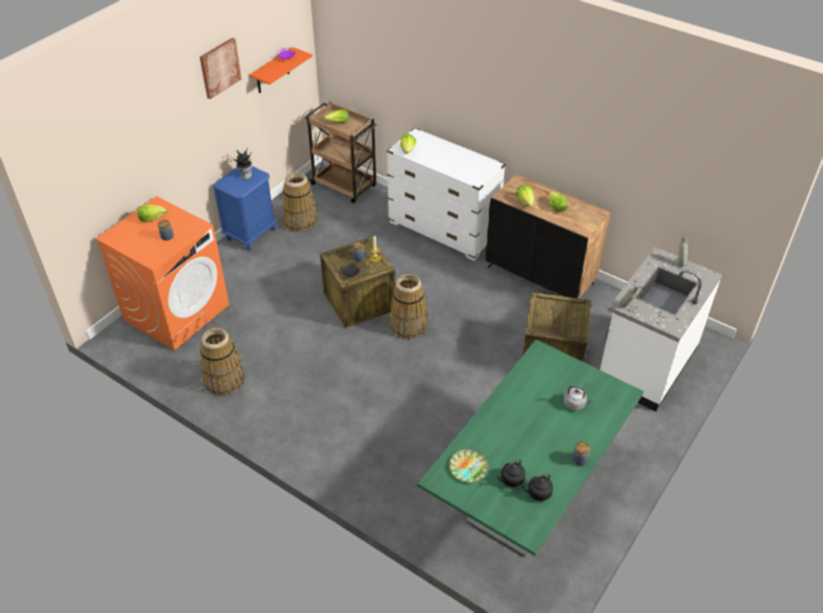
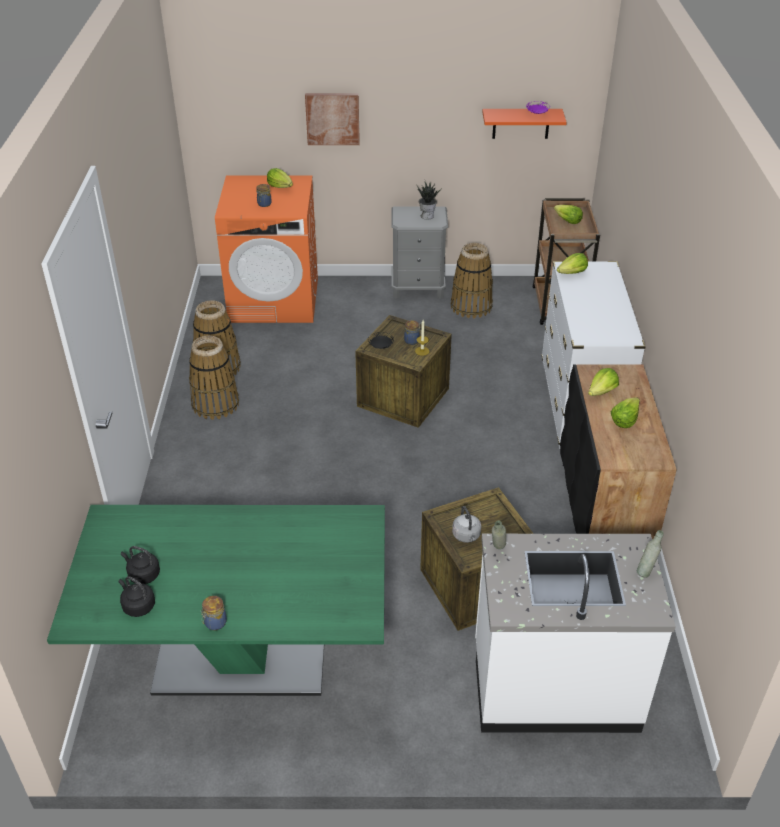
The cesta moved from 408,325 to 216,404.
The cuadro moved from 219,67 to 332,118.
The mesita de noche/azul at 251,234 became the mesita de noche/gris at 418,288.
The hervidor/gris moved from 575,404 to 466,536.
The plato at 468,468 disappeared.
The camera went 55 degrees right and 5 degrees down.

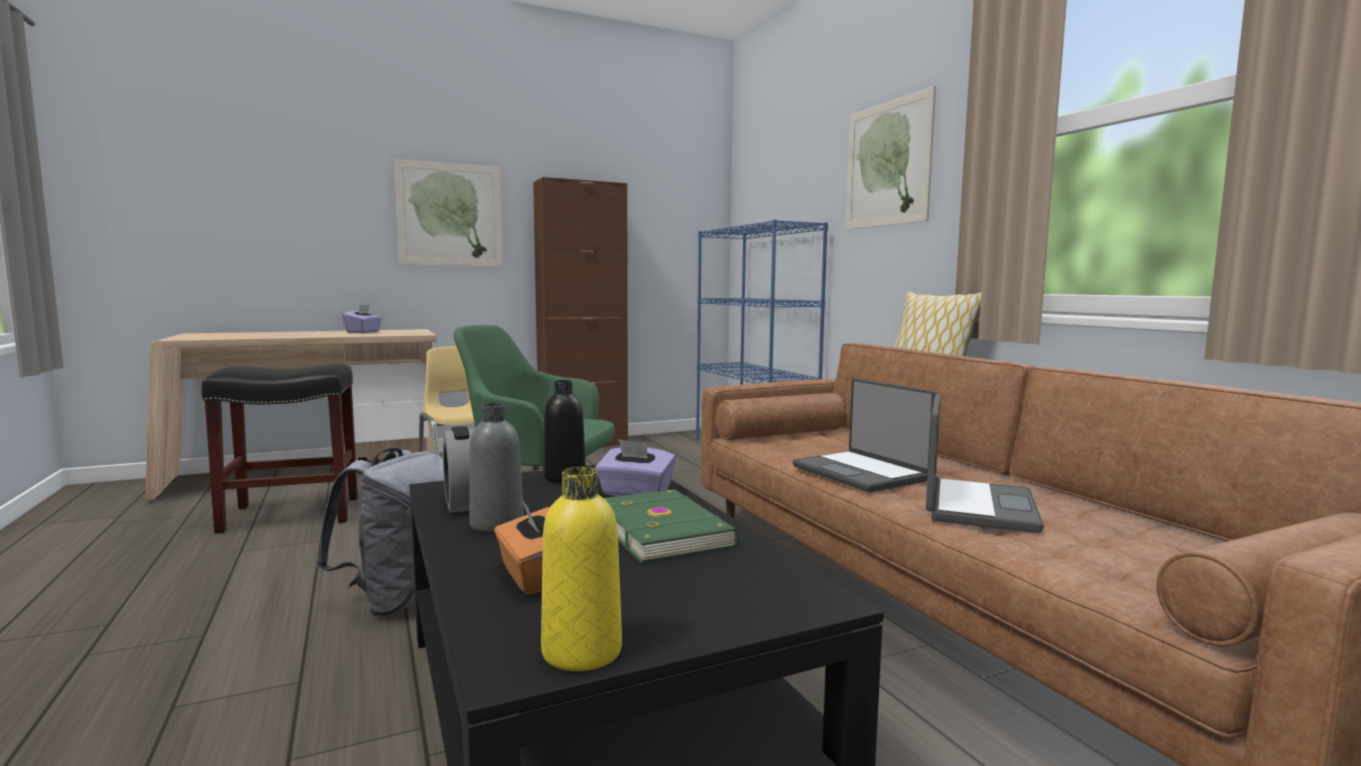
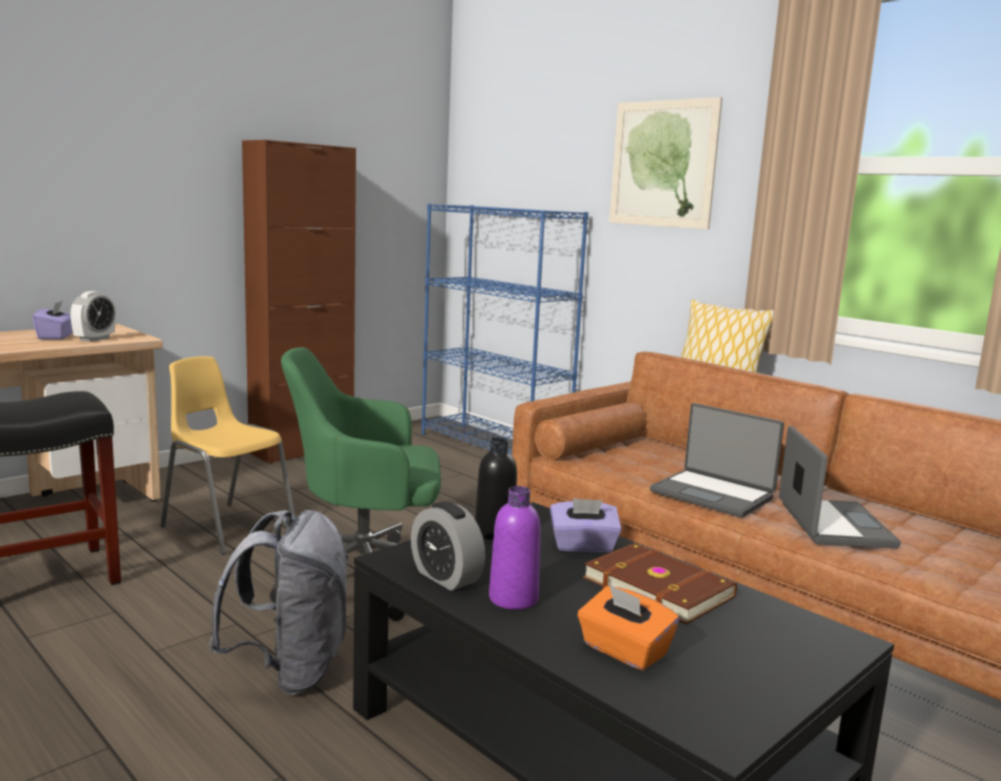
The despertador at 94,339 appeared.
The botella/gris at 497,524 became the botella/morado at 513,599.
The libro/verde at 663,530 became the libro/marrón at 658,586.
The cuadro at 450,215 disappeared.
The botella/amarillo at 582,651 disappeared.
The camera went 20 degrees left and 5 degrees up.

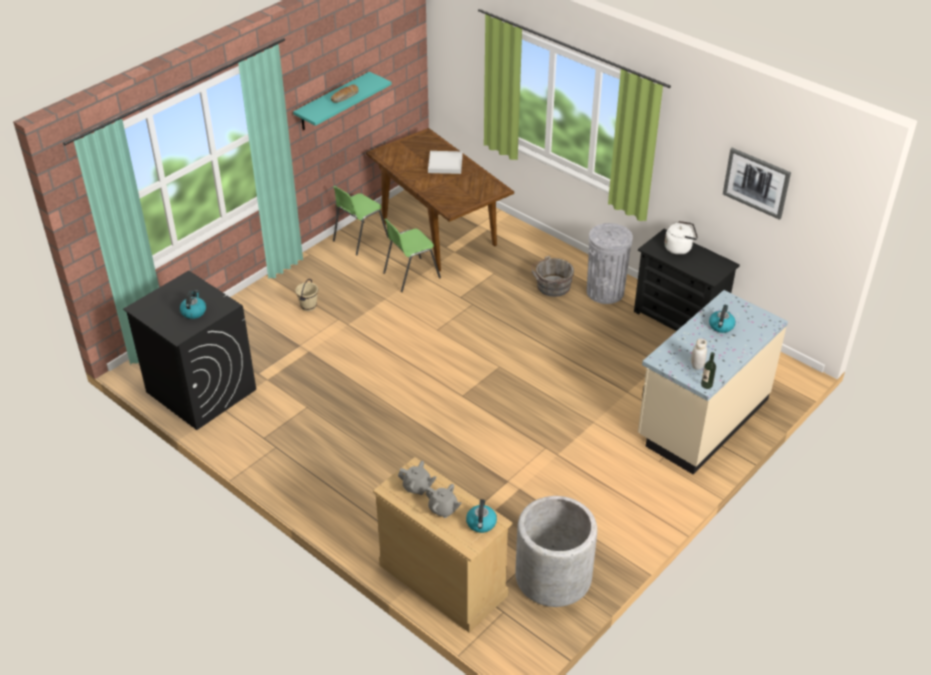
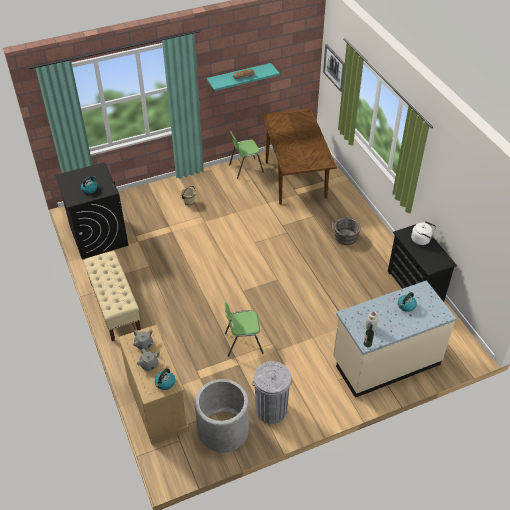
The banco/beis at 115,307 appeared.
The silla/verde moved from 410,275 to 243,343.
The papelera/gris moved from 605,292 to 271,409.
The cuadro moved from 756,183 to 334,67.
The bandeja/blanco at 445,164 disappeared.
The camera went 25 degrees right and 5 degrees up.

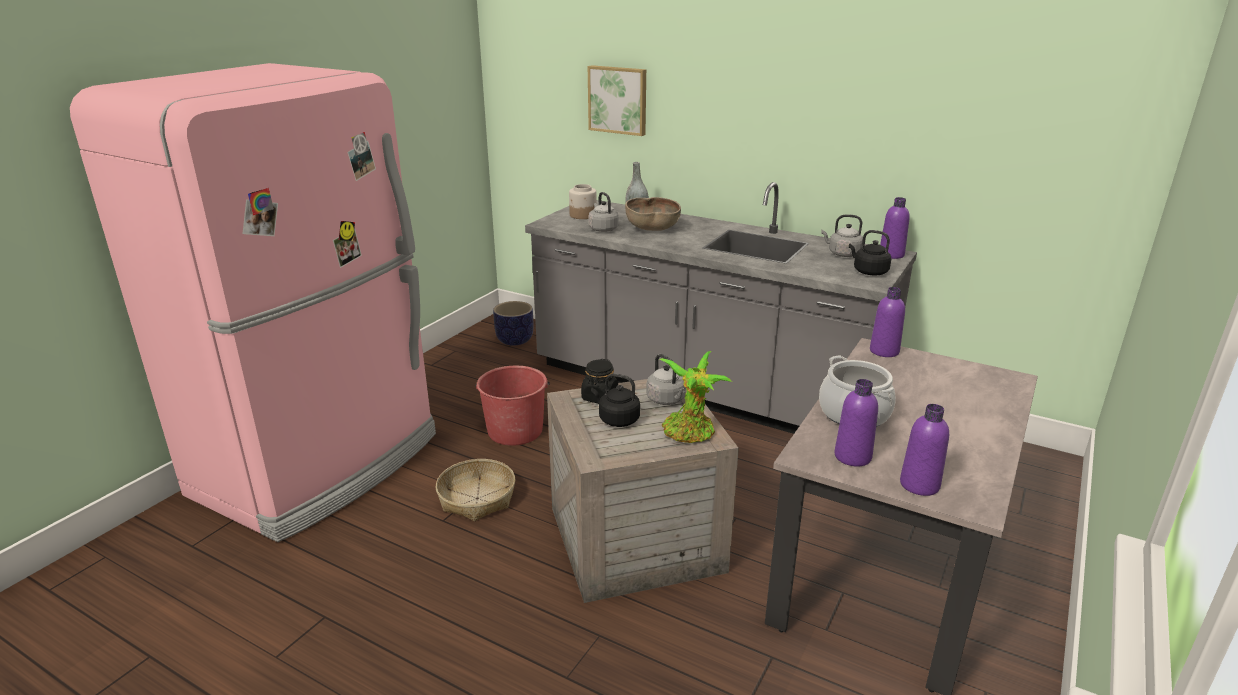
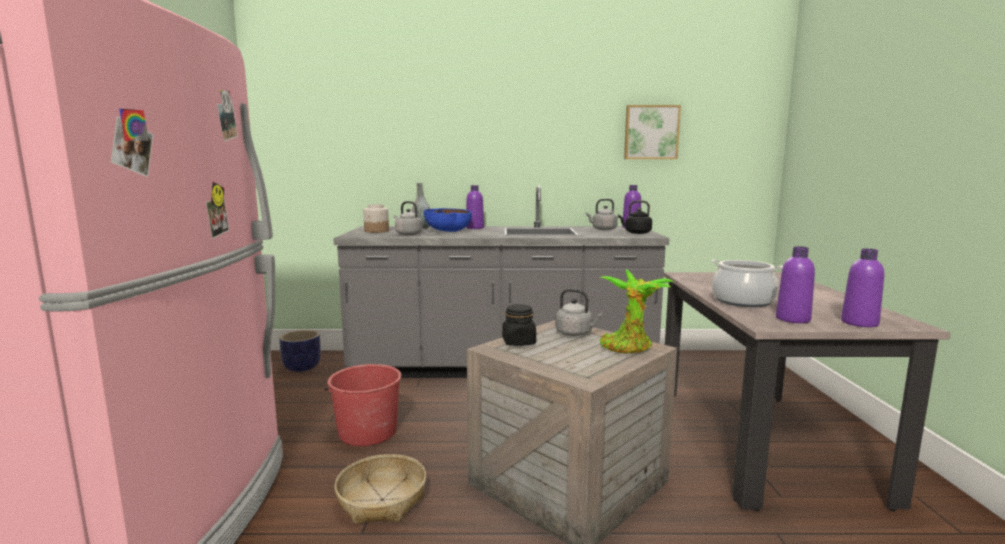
The cuenco/marrón at 652,229 became the cuenco/azul at 448,231.
The botella/morado moved from 884,351 to 475,228.
The cuadro moved from 618,100 to 651,132.
The hervidor/negro at 616,419 disappeared.
The camera went 30 degrees left and 15 degrees down.

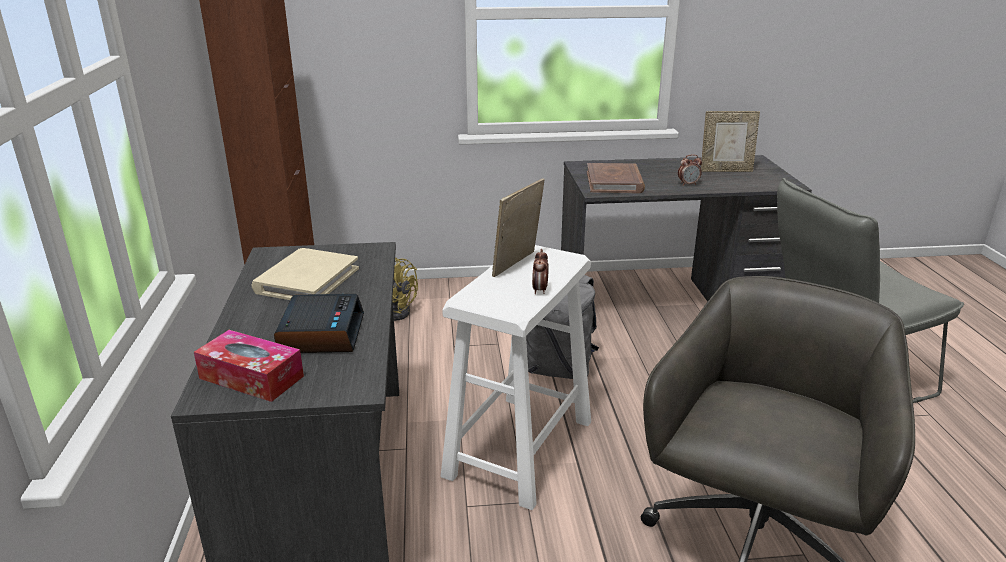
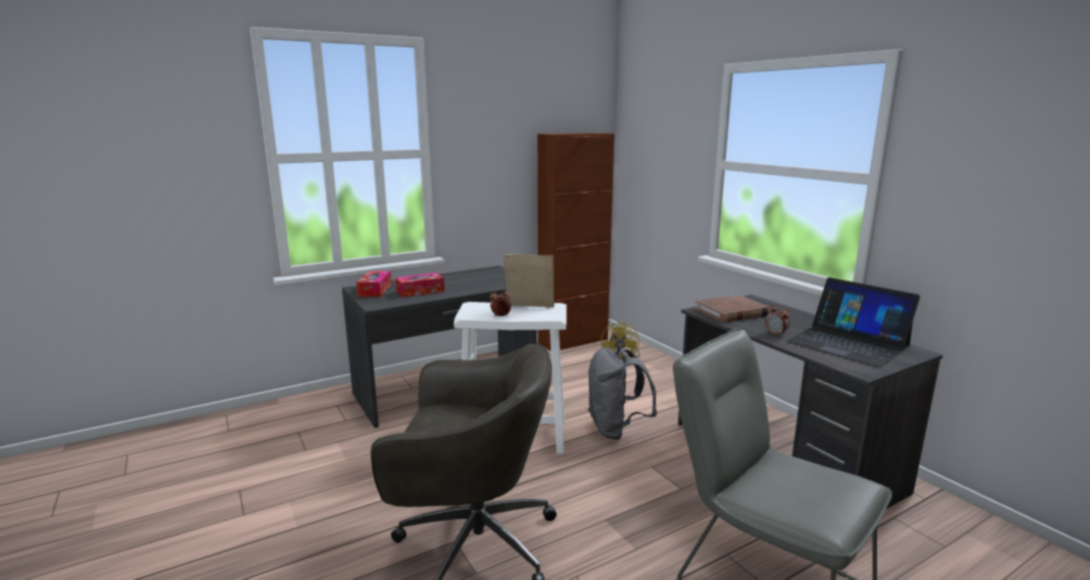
The despertador at 321,333 was replaced by the caja de pañuelos at 420,291.
The portarretratos at 725,170 was replaced by the portátil at 848,343.
The libro/beis at 307,280 disappeared.
The camera went 65 degrees right and 10 degrees down.

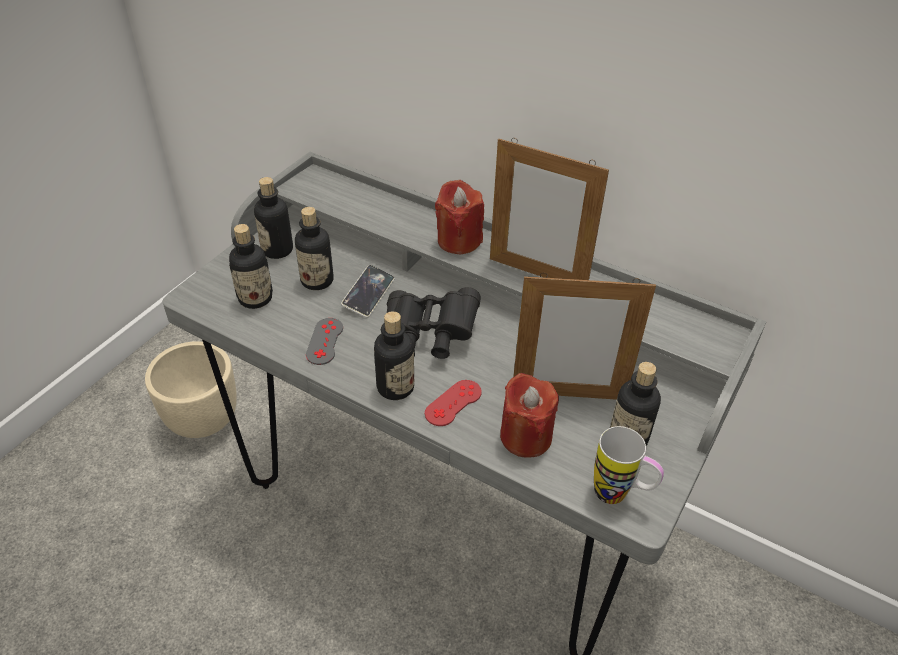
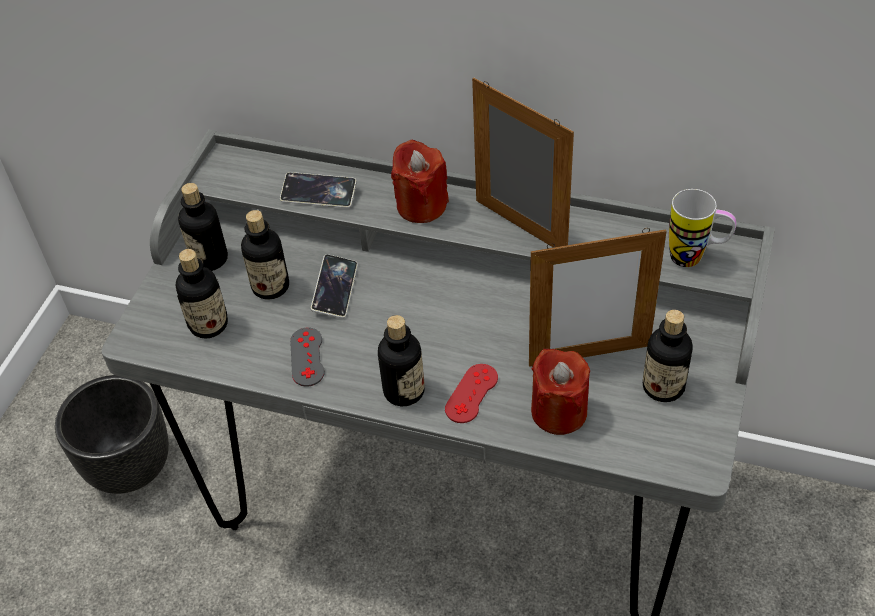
The maceta/beis at 204,419 became the maceta/negro at 131,466.
The móvil at 318,194 appeared.
The portarretratos at 537,274 turned 150 degrees counterclockwise.
The taza grande moved from 620,496 to 696,258.
The prismáticos/negro at 428,336 disappeared.
The camera went 10 degrees left and 5 degrees up.

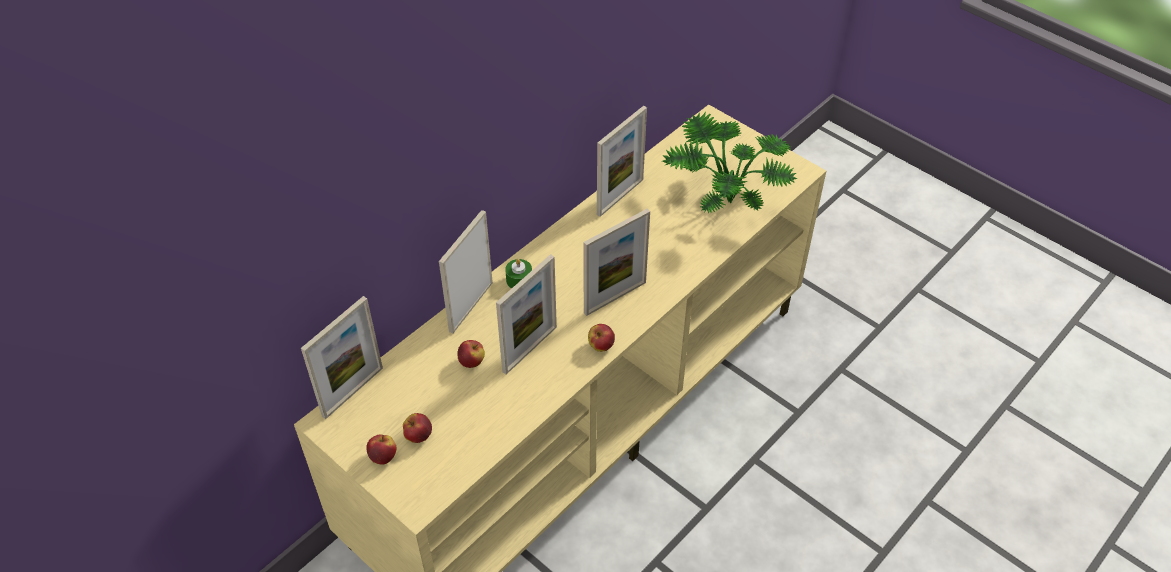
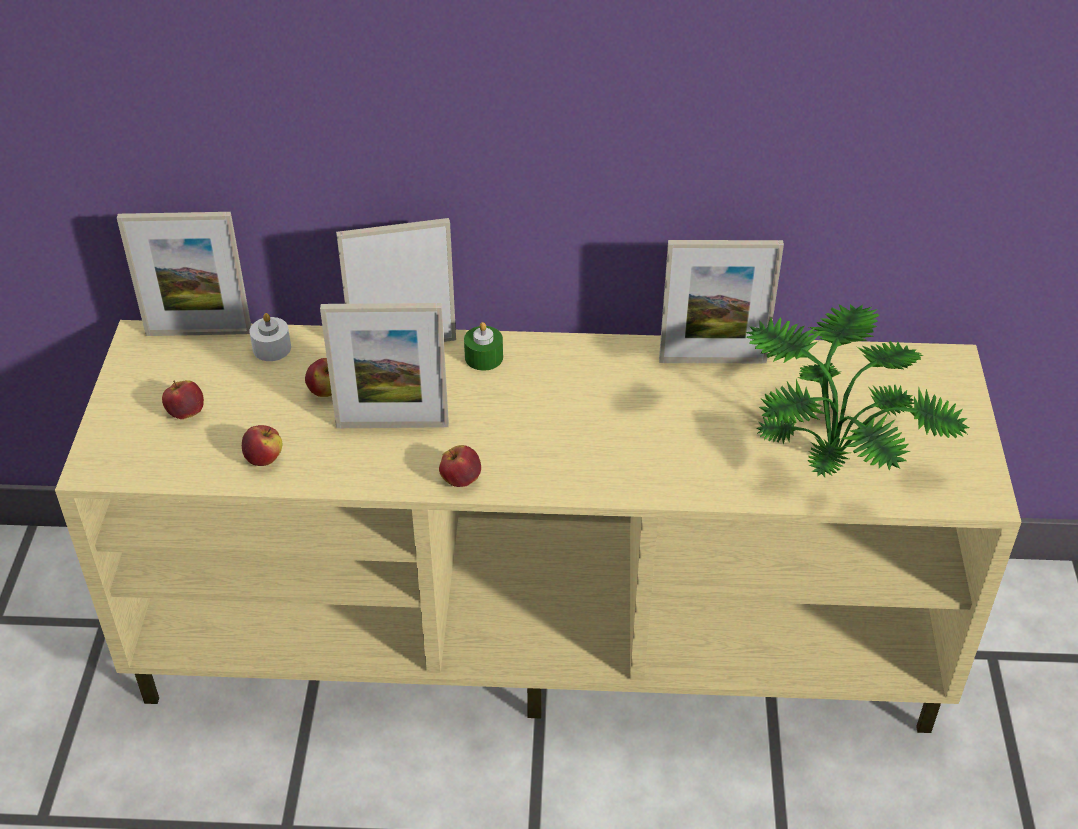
The manzana moved from 383,456 to 264,459.
The vela/blanco at 272,348 appeared.
The portarretratos at 615,297 disappeared.
The camera went 50 degrees right and 5 degrees down.

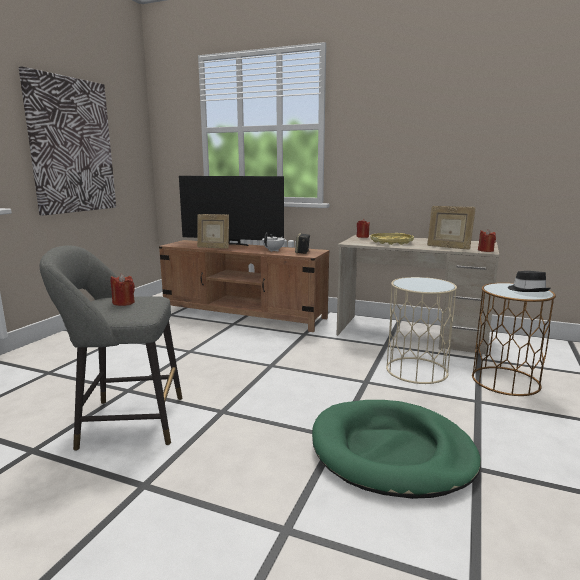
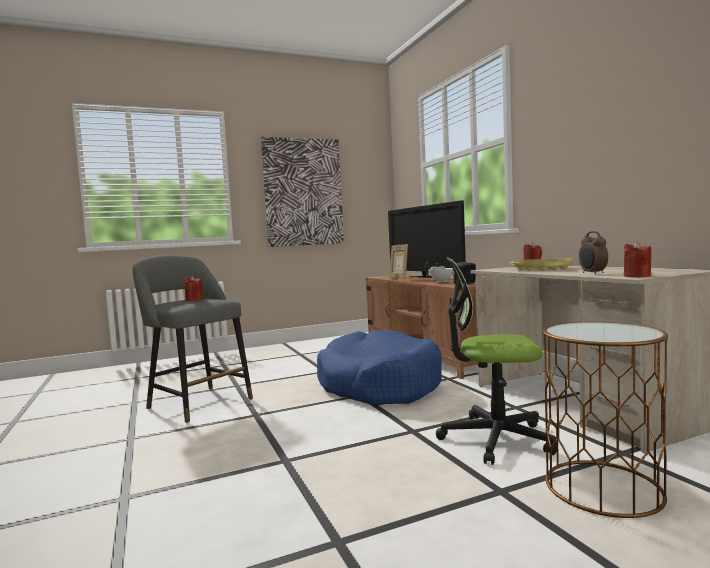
The cama para perro/azul at 378,385 appeared.
The mesa auxiliar/beis at 416,370 was replaced by the silla de oficina at 495,438.
The portarretratos at 448,247 was replaced by the despertador at 592,273.
The cama para perro/verde at 391,452 disappeared.
The sombrero/negro at 527,290 disappeared.
The camera went 45 degrees right and 10 degrees down.

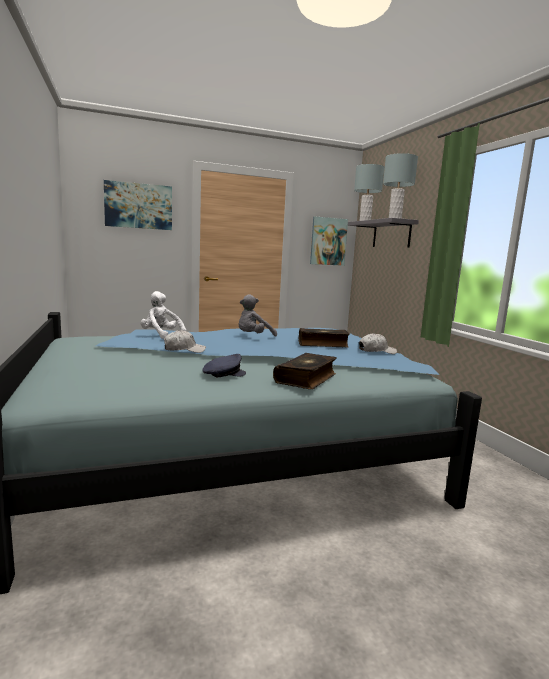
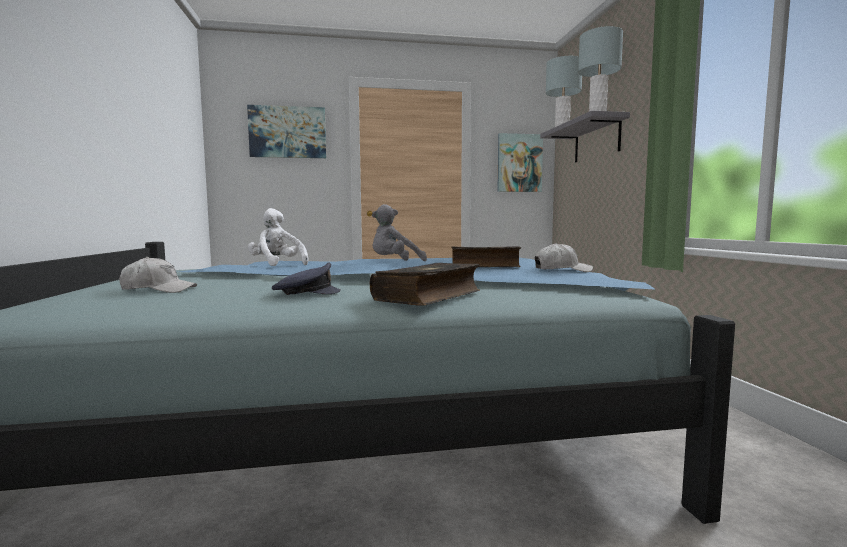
The gorra/blanco moved from 184,350 to 158,290.
The camera went 10 degrees right and 5 degrees down.

